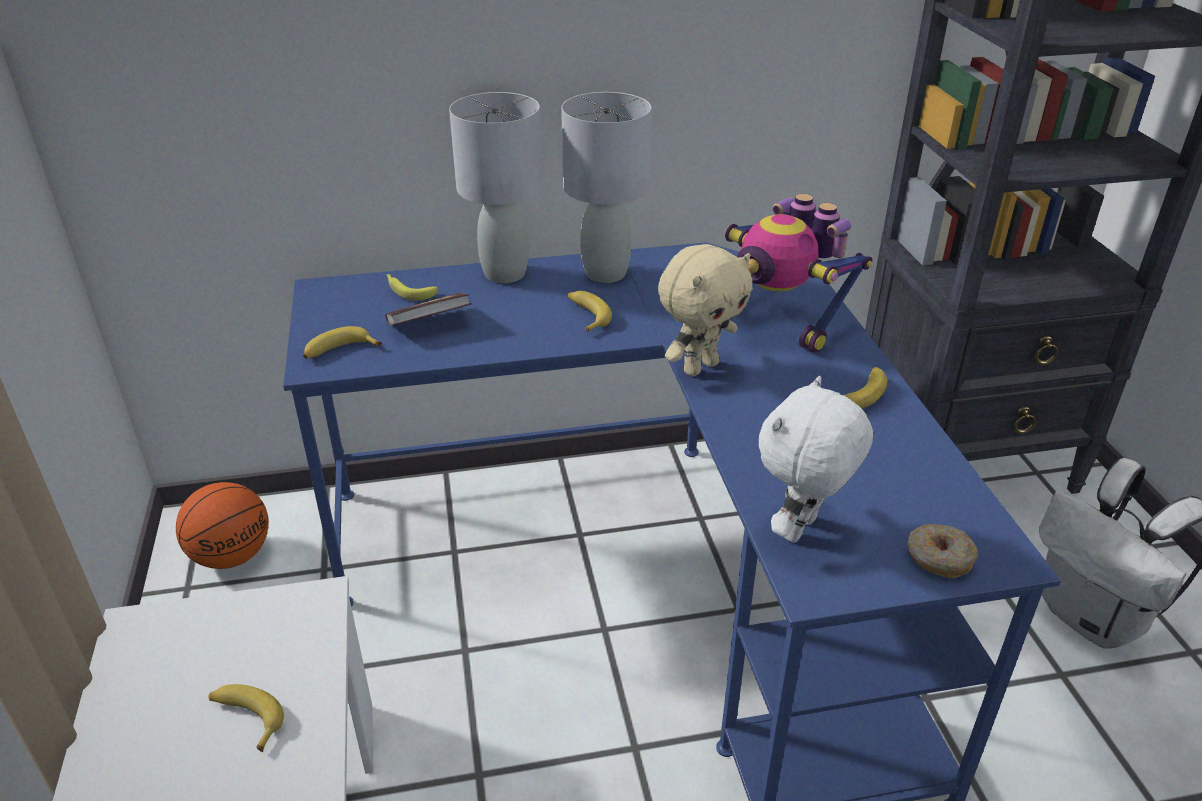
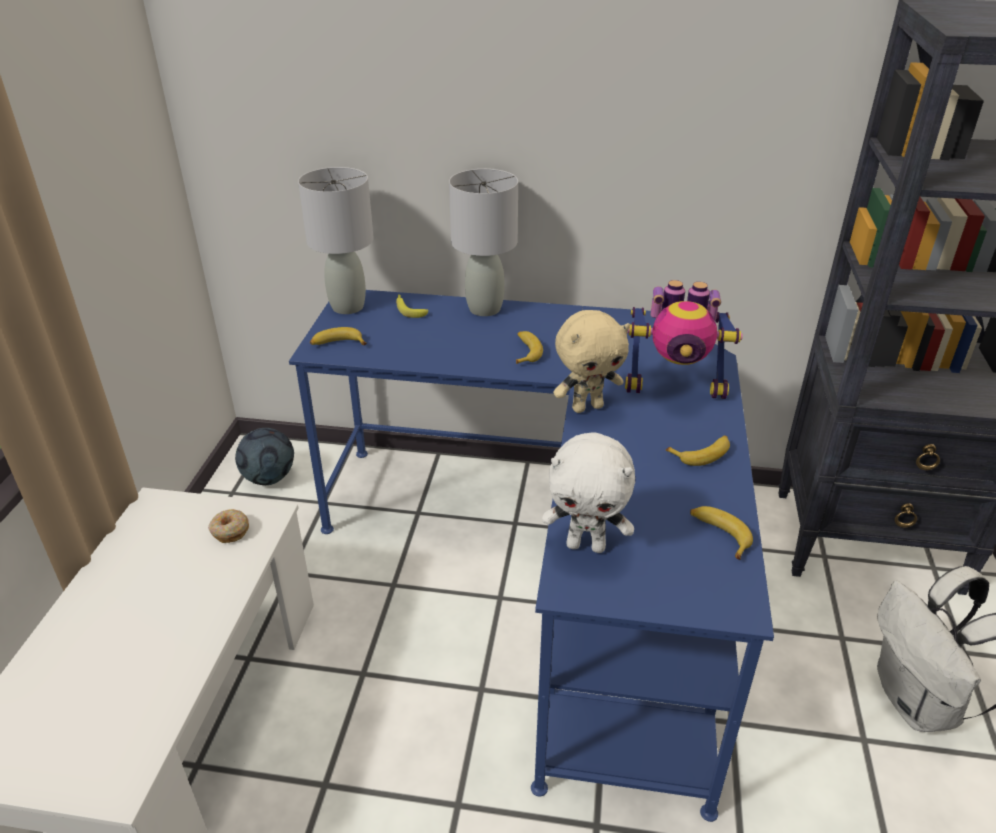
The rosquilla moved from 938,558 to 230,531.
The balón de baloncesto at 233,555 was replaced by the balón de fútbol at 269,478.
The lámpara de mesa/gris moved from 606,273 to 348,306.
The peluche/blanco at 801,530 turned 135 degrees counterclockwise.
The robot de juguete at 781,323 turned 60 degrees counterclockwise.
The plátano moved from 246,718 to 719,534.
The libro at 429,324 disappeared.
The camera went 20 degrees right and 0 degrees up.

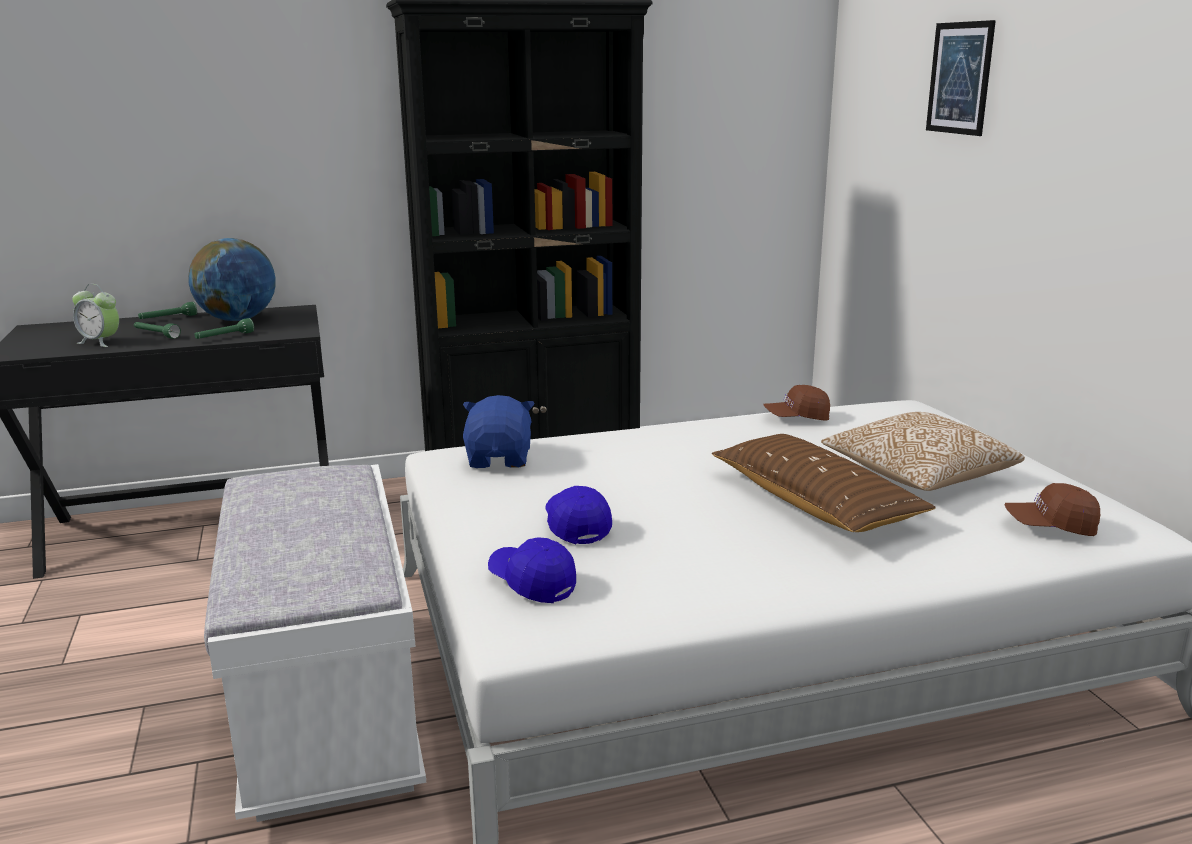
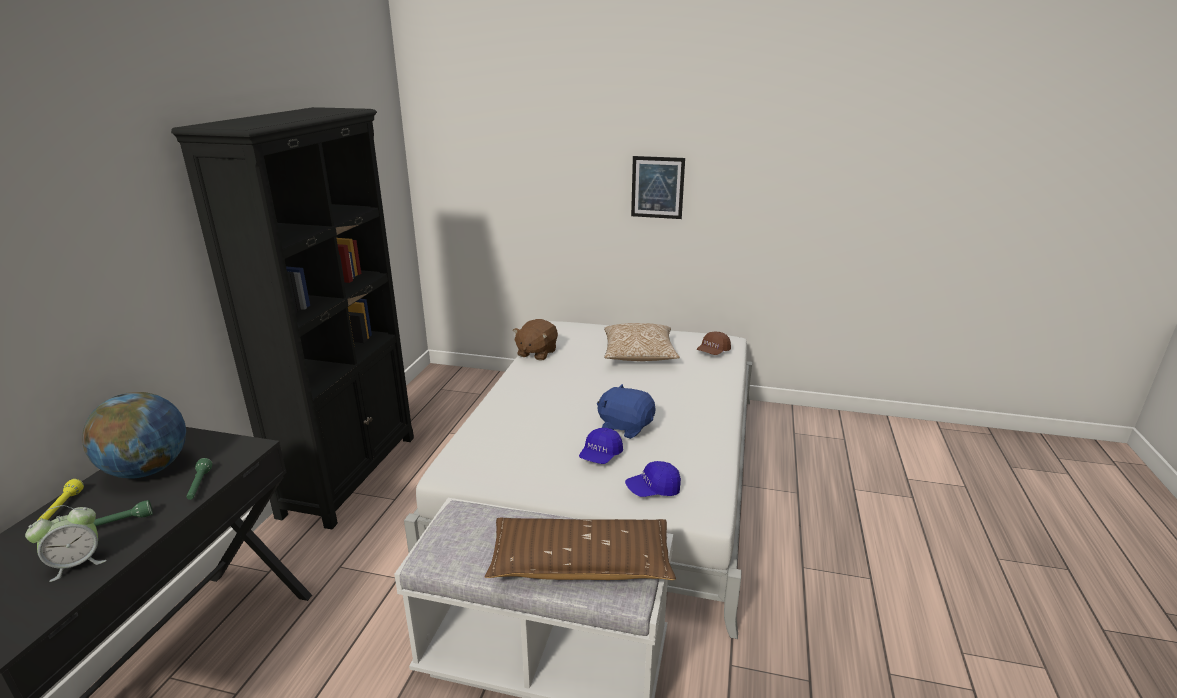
The linterna/verde at 168,318 became the linterna/amarillo at 61,509.
The cojín/marrón moved from 815,502 to 580,563.
The gorra/marrón at 796,418 was replaced by the peluche/marrón at 536,353.
The gorra/azul at 576,526 turned 75 degrees counterclockwise.
The peluche/azul moved from 500,459 to 625,427.
The cuadro moved from 959,78 to 657,187.
The camera went 60 degrees left and 5 degrees up.

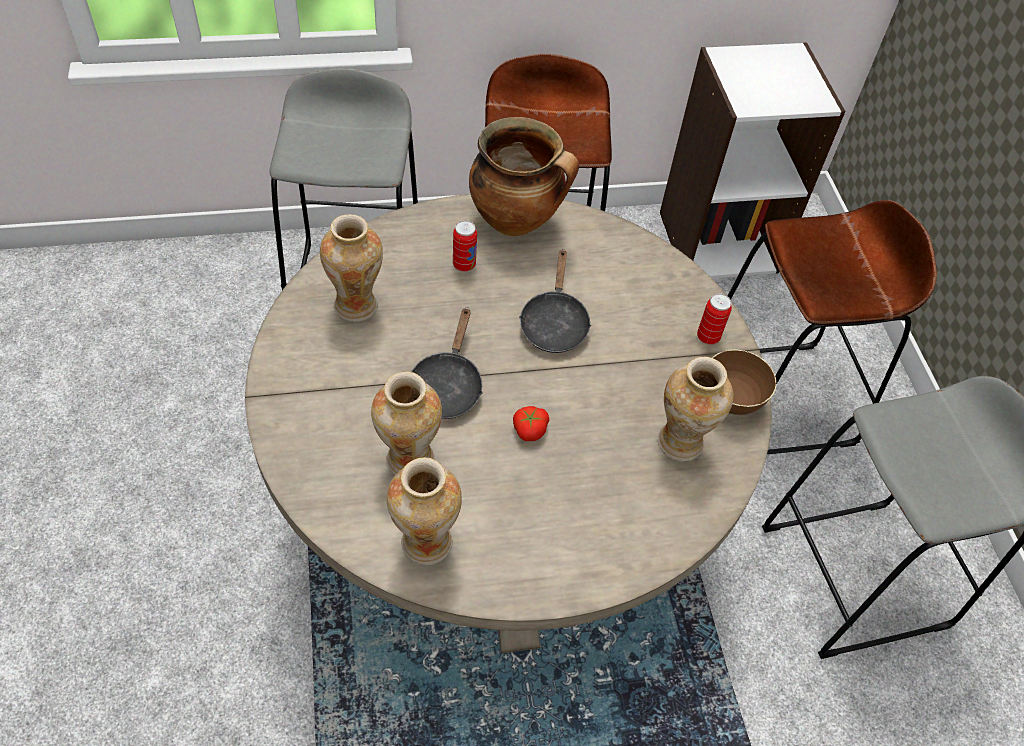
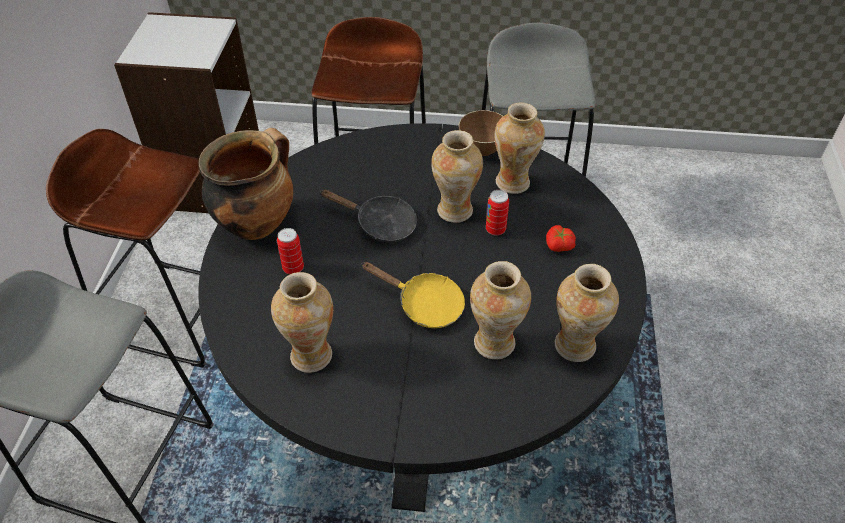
The mesa de comedor/beis at 497,515 became the mesa de comedor/negro at 422,397.
The sartén/negro at 447,386 became the sartén/amarillo at 424,305.
The florero at 454,211 appeared.
The lata moved from 708,337 to 495,230.
The tomate moved from 529,429 to 558,246.
The camera went 70 degrees left and 5 degrees down.

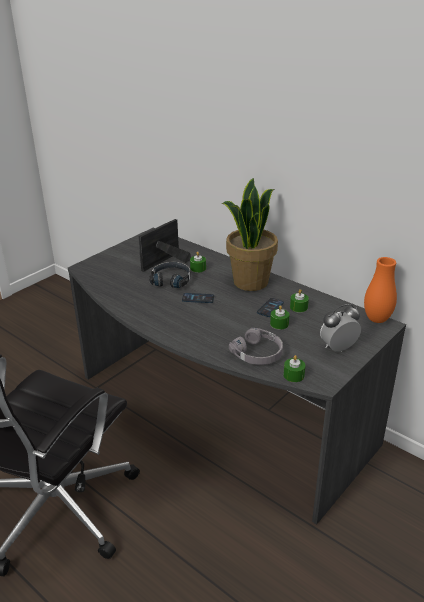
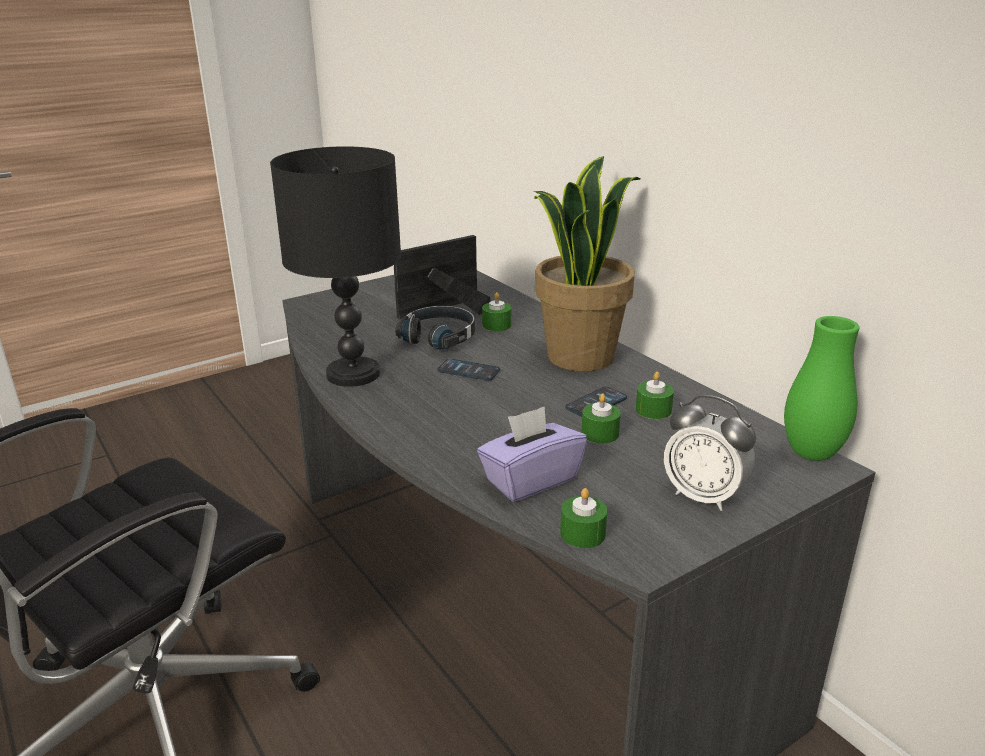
The lámpara de mesa/negro at 353,374 appeared.
The auriculares/gris at 258,353 was replaced by the caja de pañuelos/morado at 530,480.
The despertador at 338,348 turned 135 degrees counterclockwise.
The florero/naranja at 377,319 became the florero/verde at 811,453.
The camera went 15 degrees right and 5 degrees down.

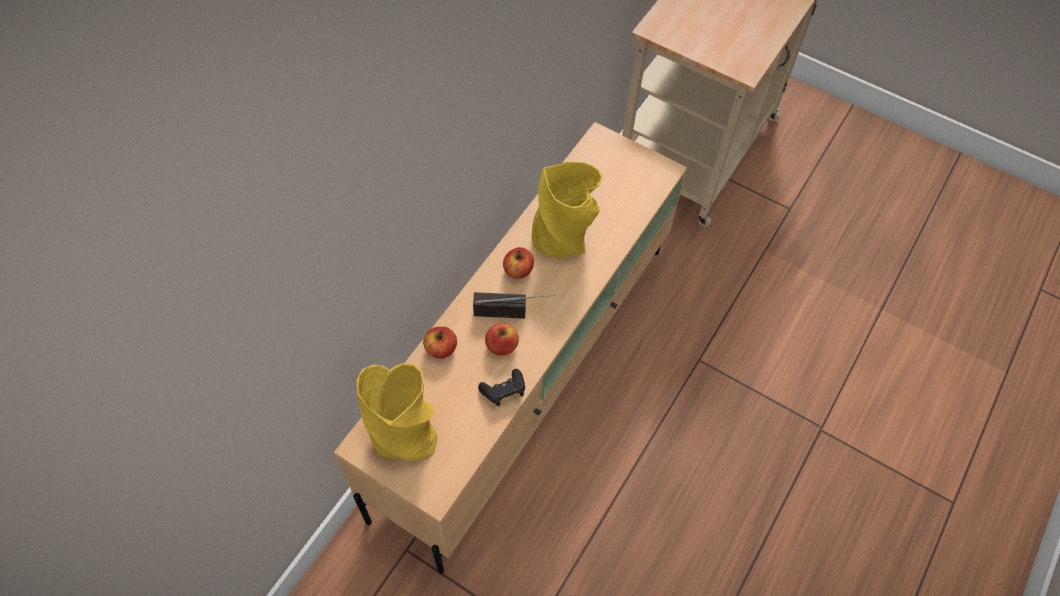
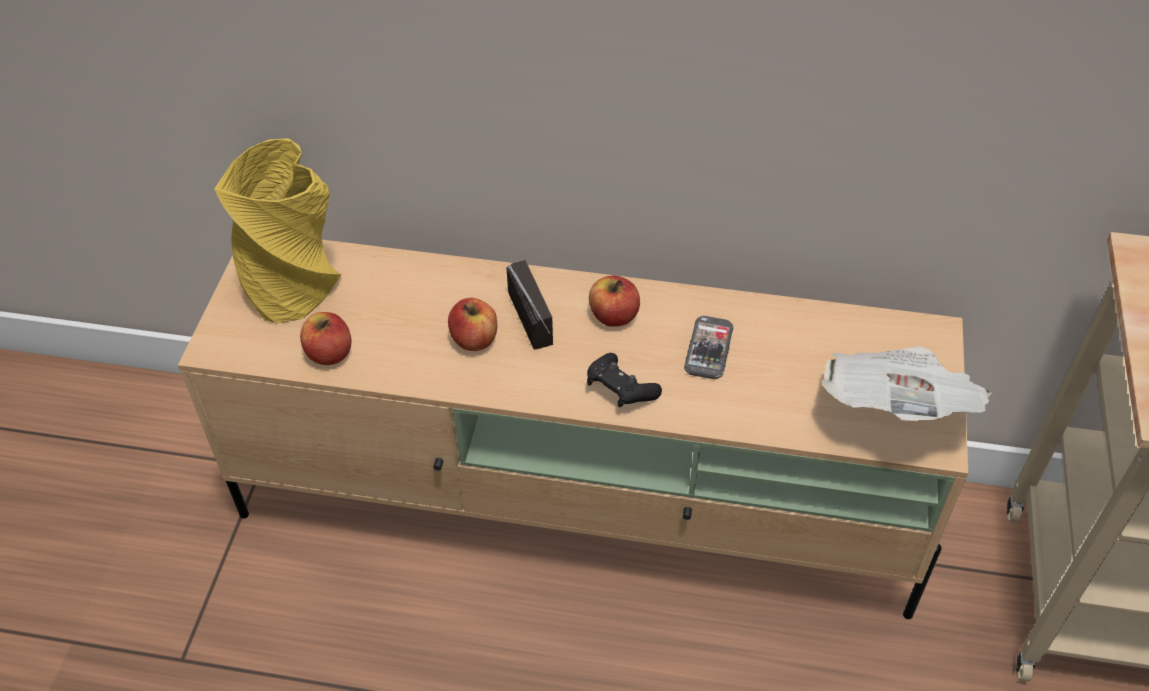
The manzana moved from 441,349 to 329,353.
The mando de consola/negro moved from 504,391 to 620,390.
The florero/amarillo at 564,236 was replaced by the móvil at 708,349.
The periódico at 895,408 appeared.
The camera went 70 degrees right and 10 degrees down.

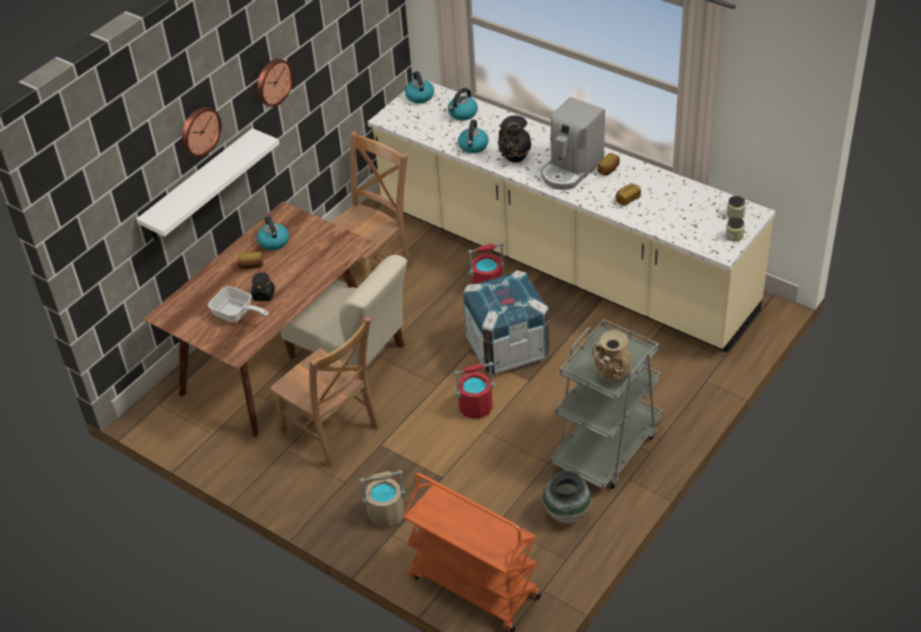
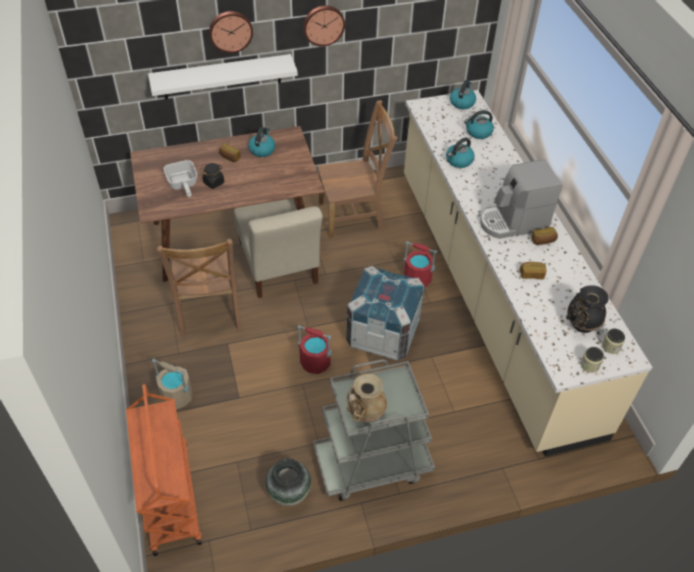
The florero/negro moved from 514,158 to 580,325.
The camera went 35 degrees right and 5 degrees up.

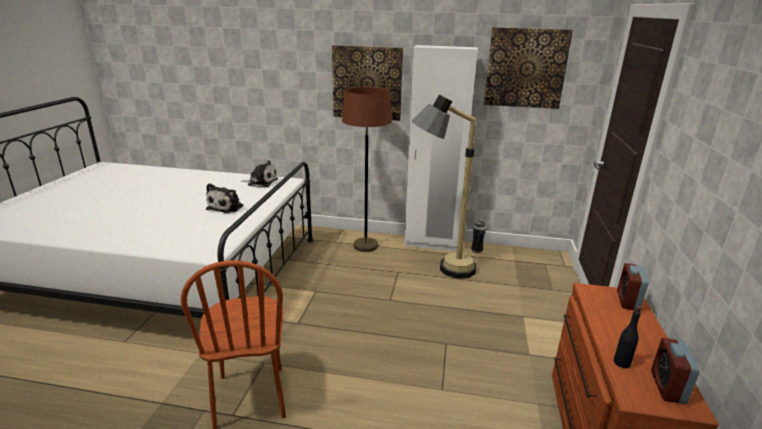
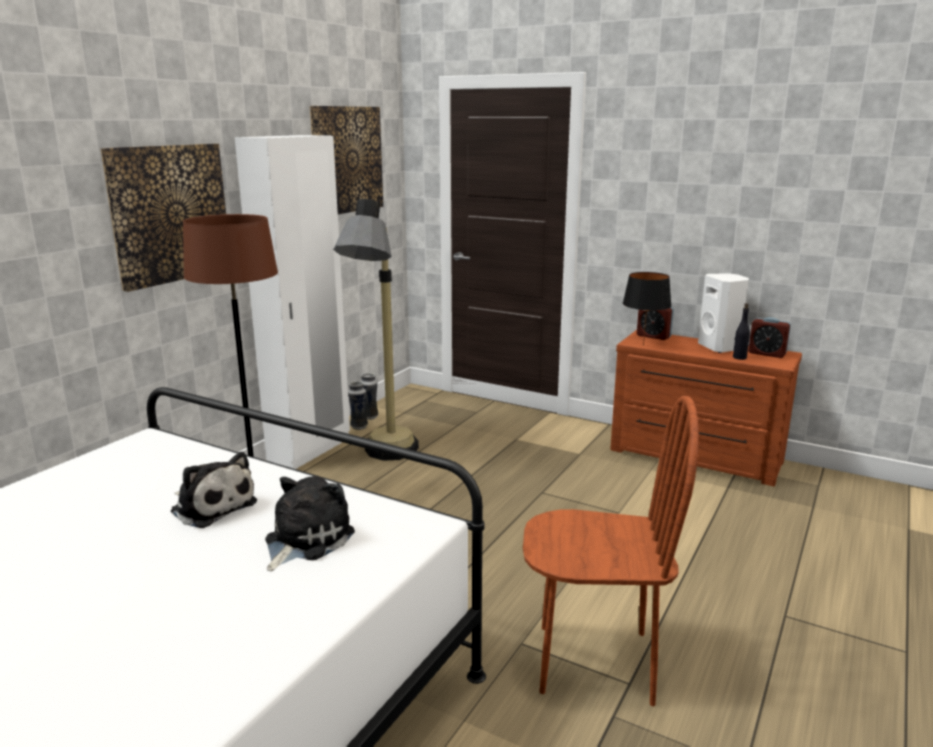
The peluche moved from 261,182 to 305,540.
The florero at 370,417 appeared.
The lámpara de mesa/negro at 643,345 appeared.
The altavoz/blanco at 720,347 appeared.
The camera went 70 degrees left and 5 degrees down.

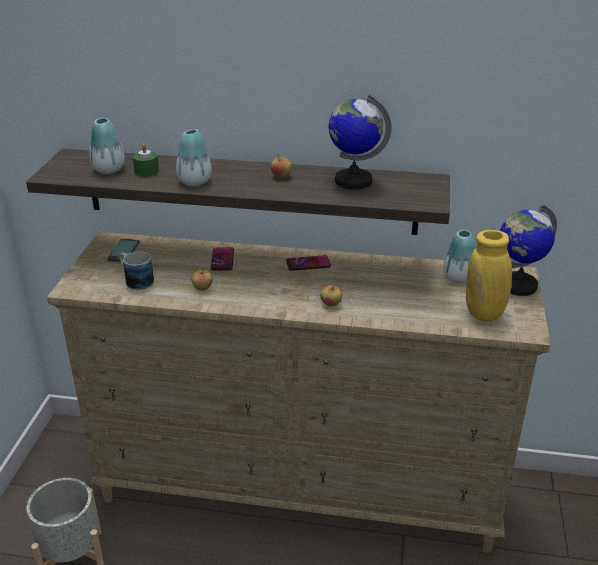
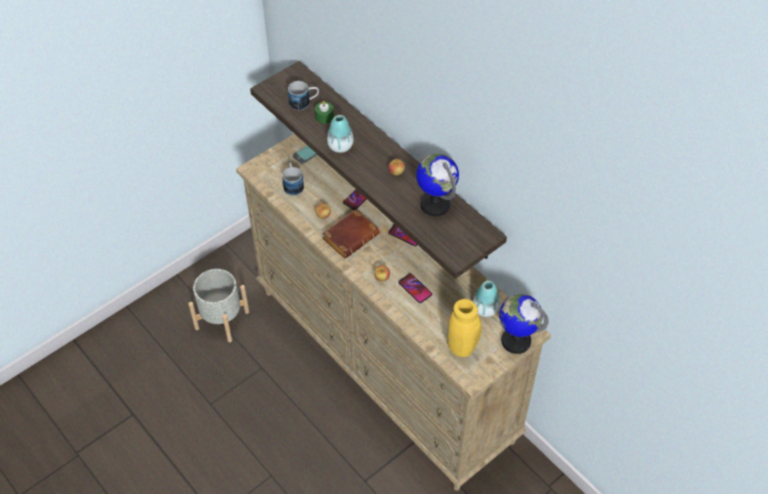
The florero at 109,169 was replaced by the taza grande at 304,102.
The libro/marrón at 350,235 appeared.
The móvil at 415,288 appeared.
The camera went 40 degrees right and 20 degrees up.

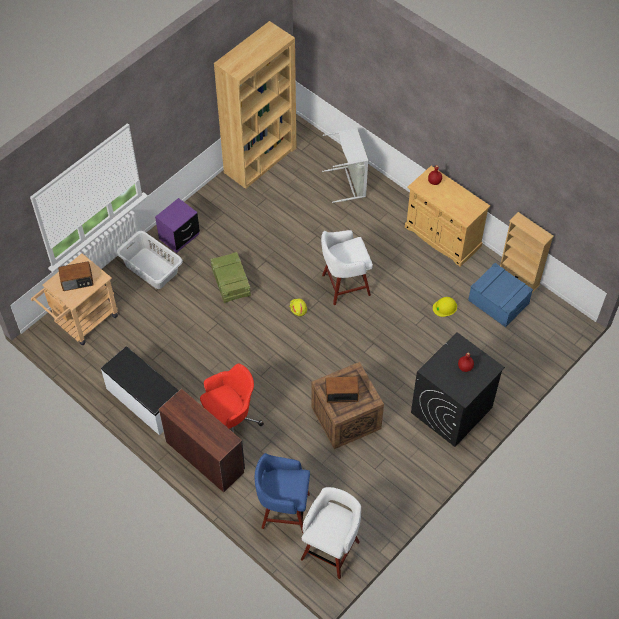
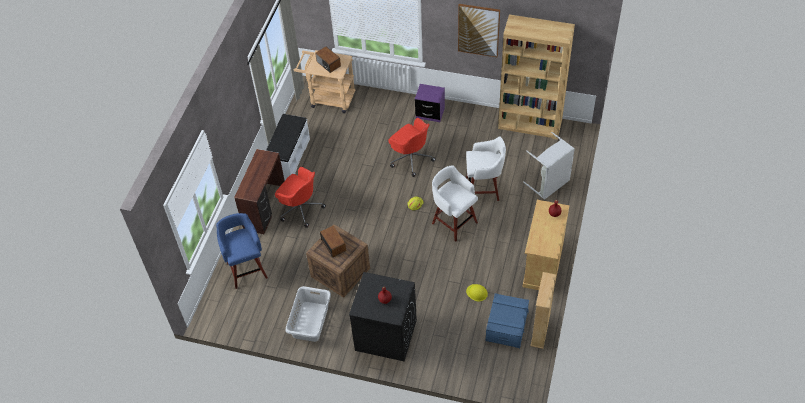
The cesto de la ropa/gris moved from 151,268 to 311,321.
The caja de embalaje at 231,283 was replaced by the silla de oficina/rojo at 411,158.
The cuadro at 478,30 appeared.
The taburete/blanco moved from 331,549 to 484,189.
The camera went 65 degrees right and 5 degrees down.

